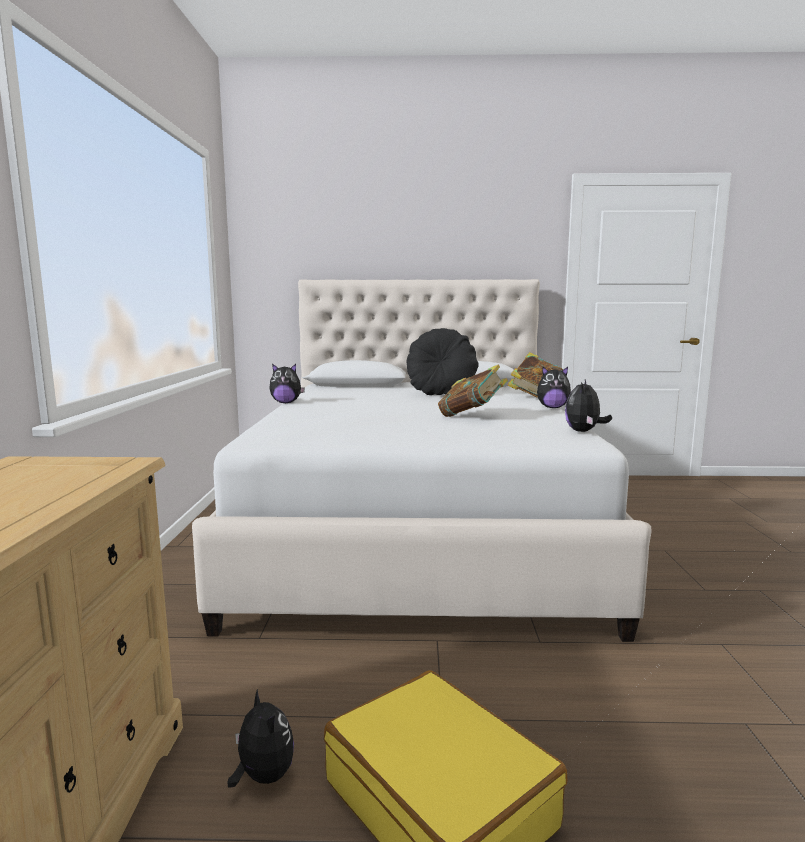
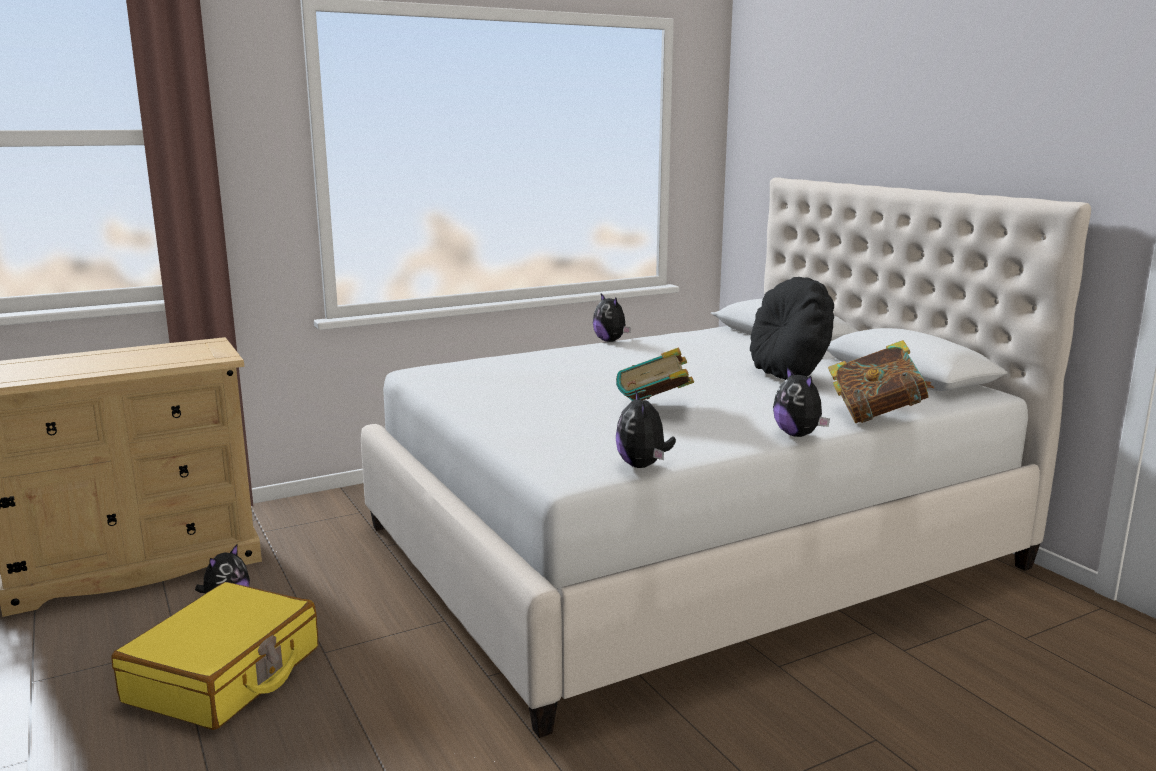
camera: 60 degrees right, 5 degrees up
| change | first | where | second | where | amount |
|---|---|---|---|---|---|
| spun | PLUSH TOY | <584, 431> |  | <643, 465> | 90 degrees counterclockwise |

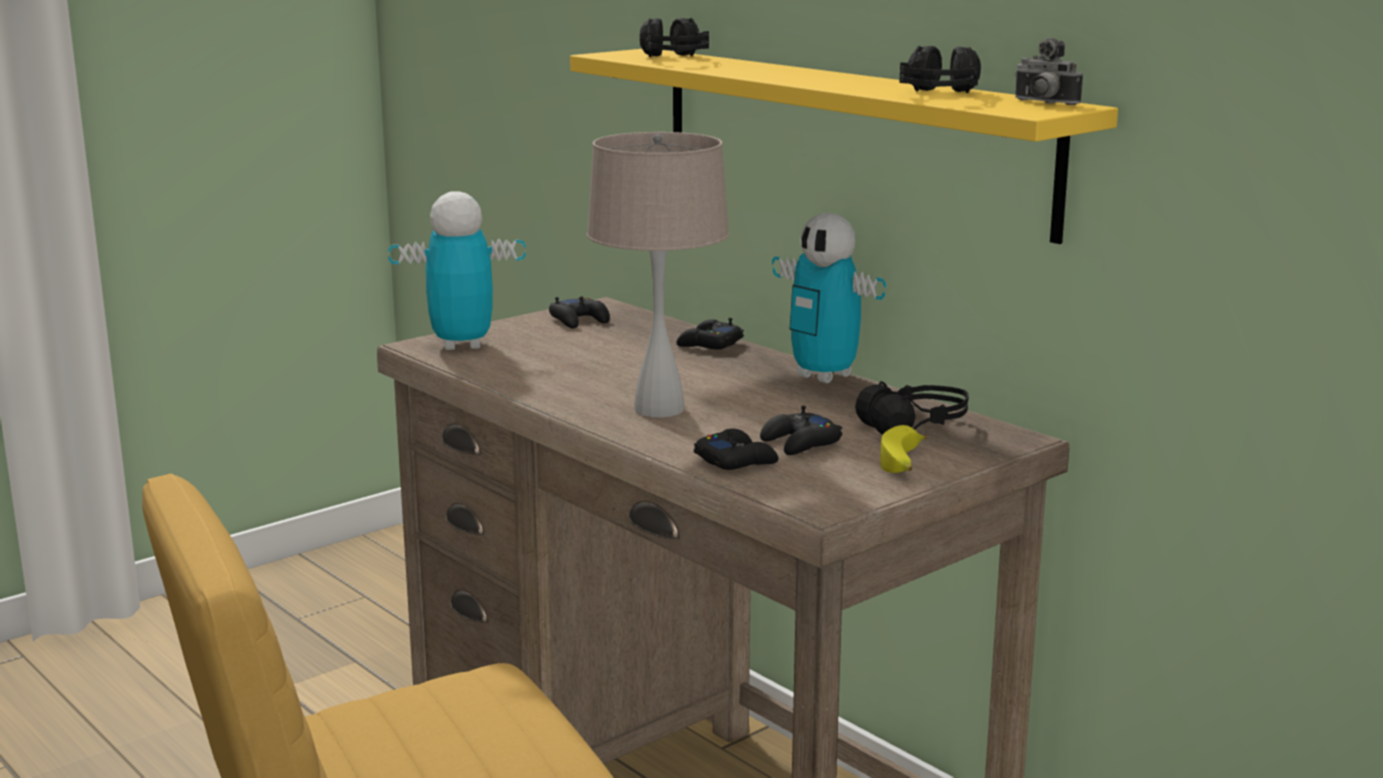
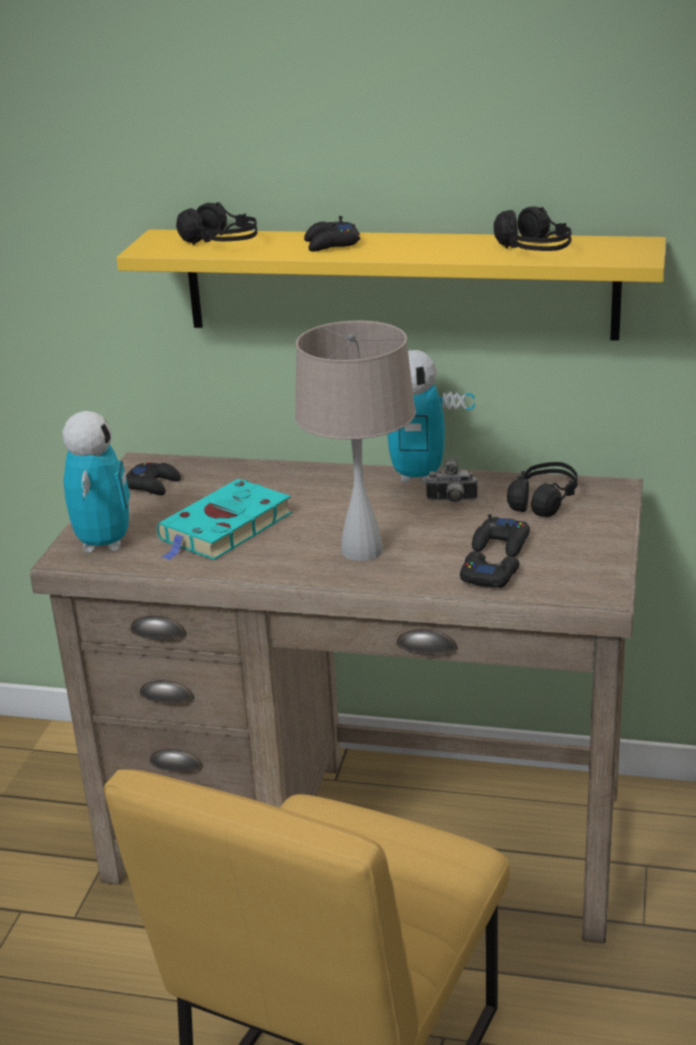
camera: 35 degrees left, 10 degrees up
| change | first | where | second | where | amount |
|---|---|---|---|---|---|
| spun | TOY ROBOT | <461, 345> |  | <104, 544> | 135 degrees clockwise |
| appeared |  |  | TURQUOISE BOOK | <224, 528> |  |
| relocated | BLACK GAME CONTROLLER | <709, 344> |  | <331, 244> |  |
| relocated | PHOTO CAMERA | <1043, 103> |  | <451, 501> |  |
| missing | BANANA | <904, 464> |  |  |  |

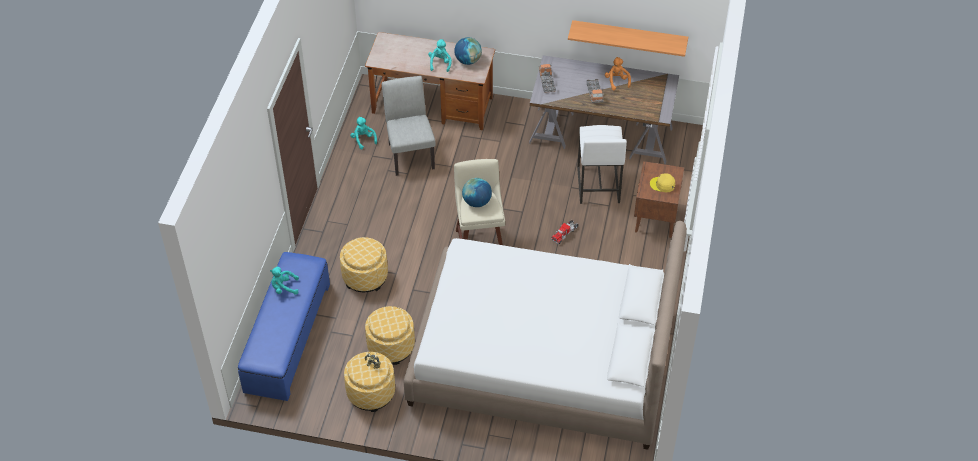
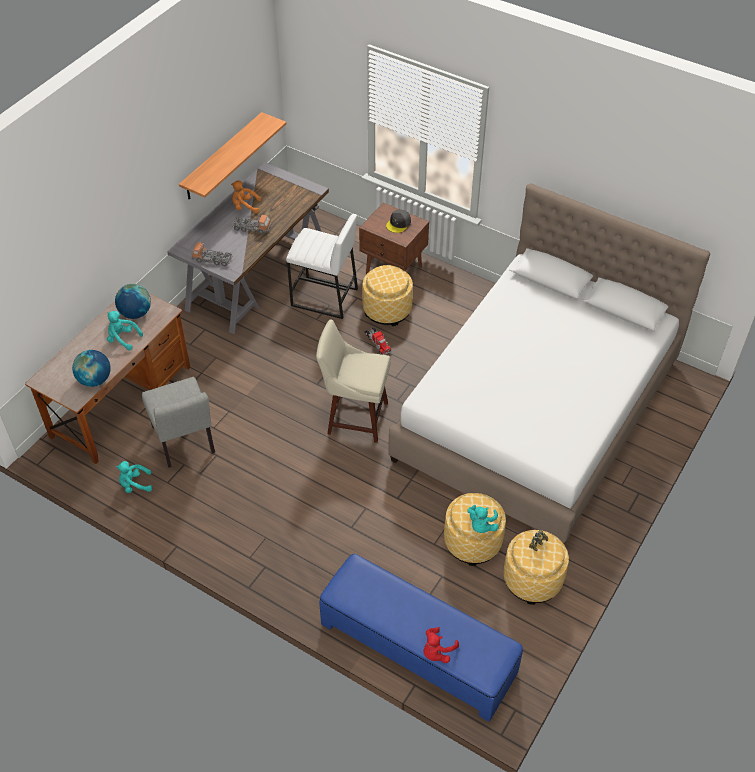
camera: 70 degrees left, 0 degrees up
| change | first | where | second | where | amount |
|---|---|---|---|---|---|
| relocated | GLOBE | <477, 202> |  | <95, 380> |  |
| spun | GREY CHAIR | <410, 153> |  | <185, 443> | 120 degrees counterclockwise |
| relocated | OTTOMAN | <365, 276> |  | <387, 309> |  |
| colour | YELLOW CAP | <662, 185> | GREY CAP | <398, 224> |  |
| appeared |  |  | RED PLUSH TOY | <437, 652> |  |
| relocated | TURQUOISE PLUSH TOY | <284, 288> |  | <481, 525> |  |

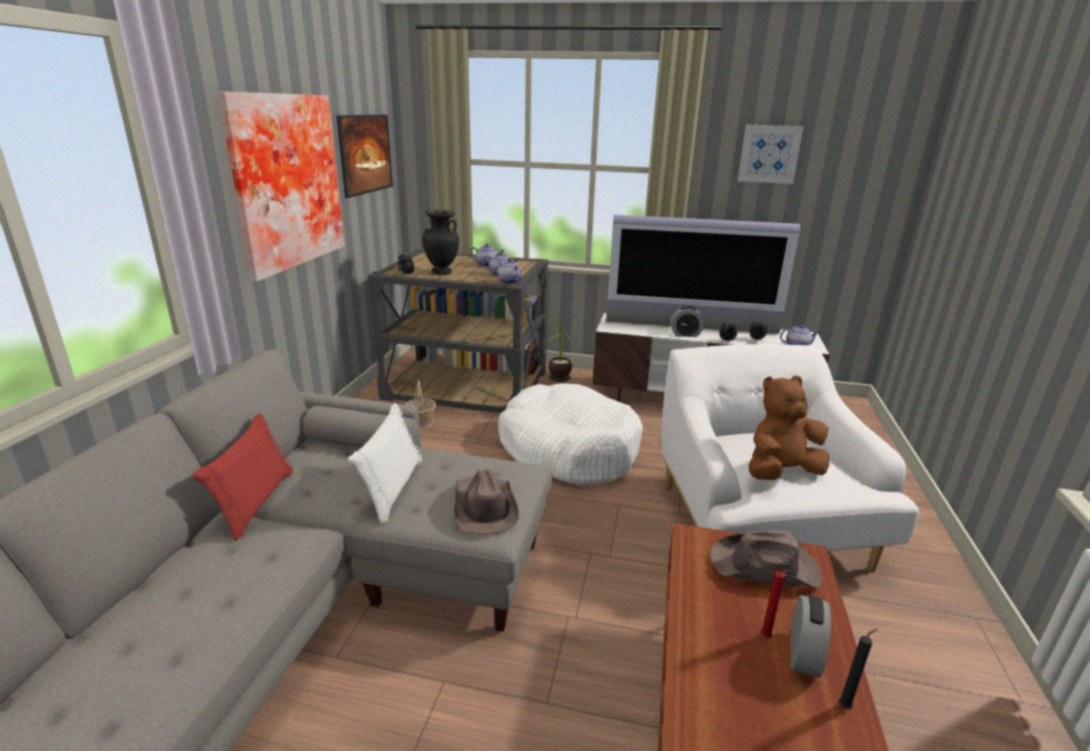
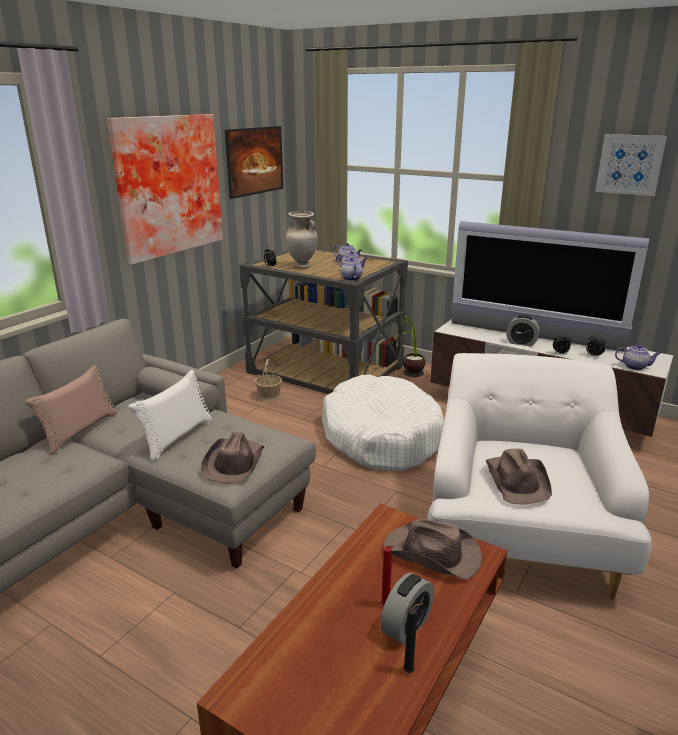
camera: 20 degrees right, 0 degrees up
| change | first | where | second | where | amount |
|---|---|---|---|---|---|
| colour | RED PILLOW | <255, 503> | BEIGE PILLOW | <79, 431> |  |
| colour | BLACK VASE | <442, 272> | BEIGE VASE | <302, 266> |  |
| exchanged | BROWN PLUSH TOY | <780, 472> | BROWN HAT | <517, 480> |  |

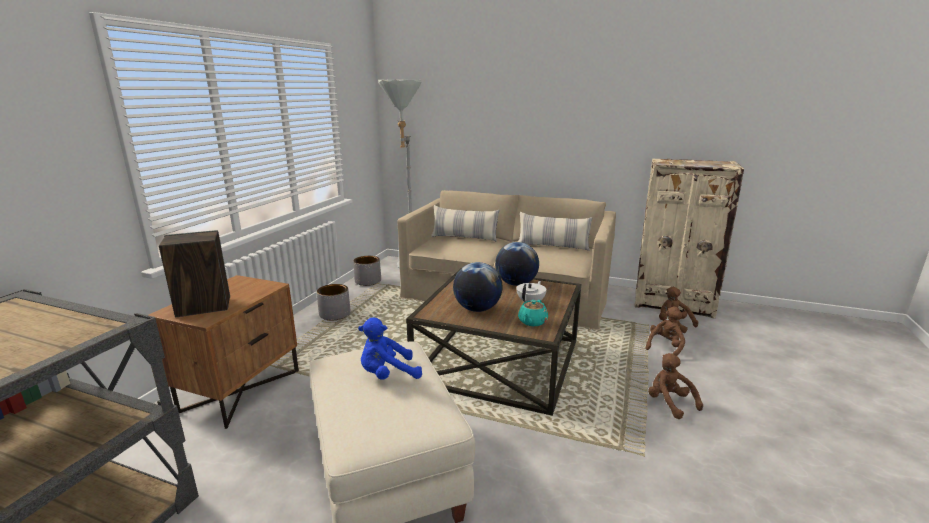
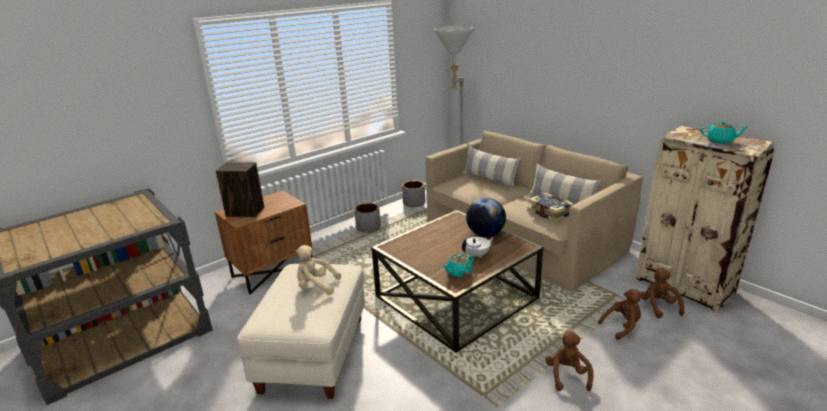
camera: 30 degrees right, 5 degrees up
| change | first | where | second | where | amount |
|---|---|---|---|---|---|
| colour | BLUE PLUSH TOY | <387, 375> | BEIGE PLUSH TOY | <316, 286> |  |
| appeared |  |  | BOOK | <550, 213> |  |
| appeared |  |  | TURQUOISE TEAPOT | <720, 141> |  |
| missing | GLOBE | <477, 309> |  |  |  |

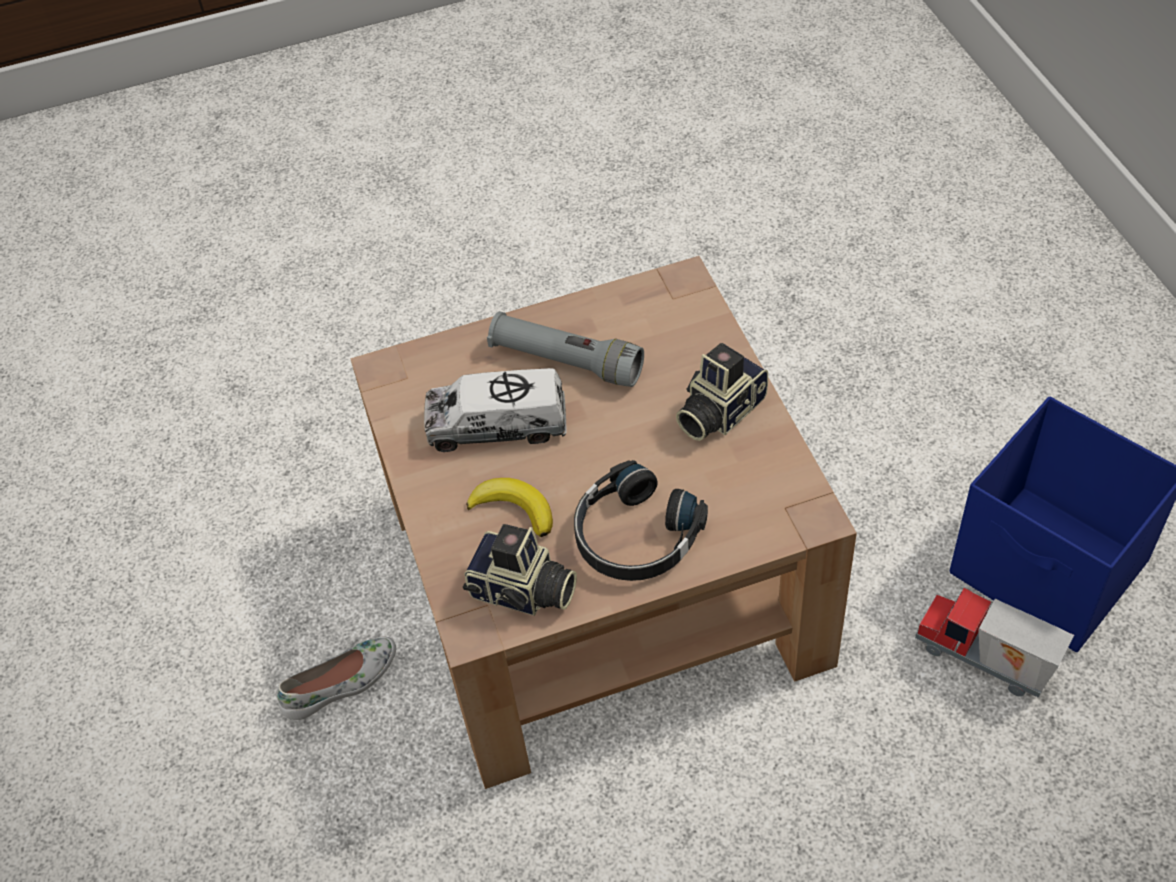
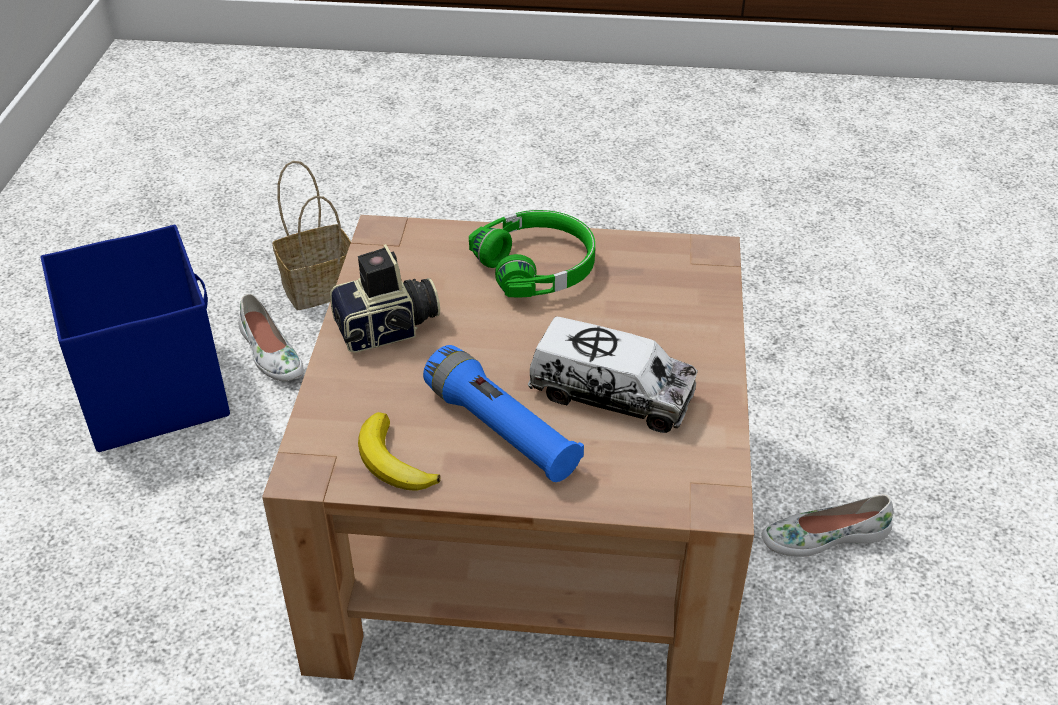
camera: 160 degrees left, 10 degrees down
| change | first | where | second | where | amount |
|---|---|---|---|---|---|
| exchanged | TOY TRUCK | <983, 662> | WHITE SHOE | <270, 353> |  |
| appeared |  |  | BASKET | <321, 286> |  |
| relocated | BANANA | <514, 509> |  | <393, 461> |  |
| colour | GREY FLASHLIGHT | <566, 361> | BLUE FLASHLIGHT | <501, 430> |  |
| colour | BLACK HEADPHONES | <634, 536> | GREEN HEADPHONES | <538, 266> |  |
| missing | PHOTO CAMERA | <523, 593> |  |  |  |

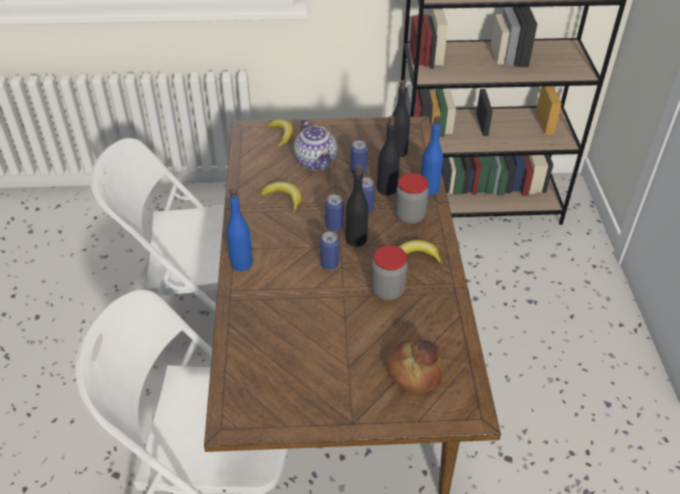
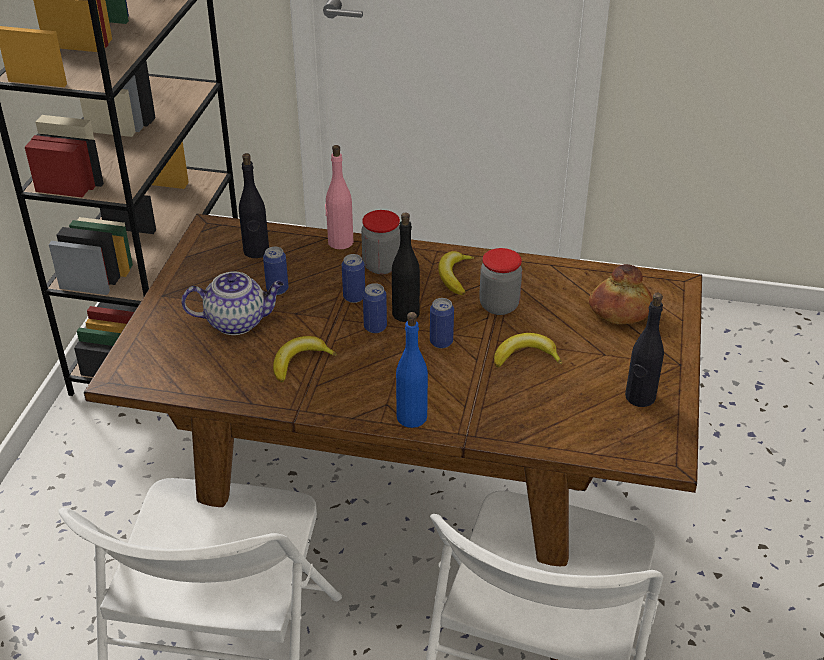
camera: 75 degrees left, 5 degrees down
| change | first | where | second | where | amount |
|---|---|---|---|---|---|
| colour | BLUE BOTTLE | <429, 189> | PINK BOTTLE | <340, 242> |  |
| relocated | BANANA | <281, 136> |  | <525, 357> |  |
| relocated | BLACK BOTTLE | <386, 189> |  | <640, 397> |  |

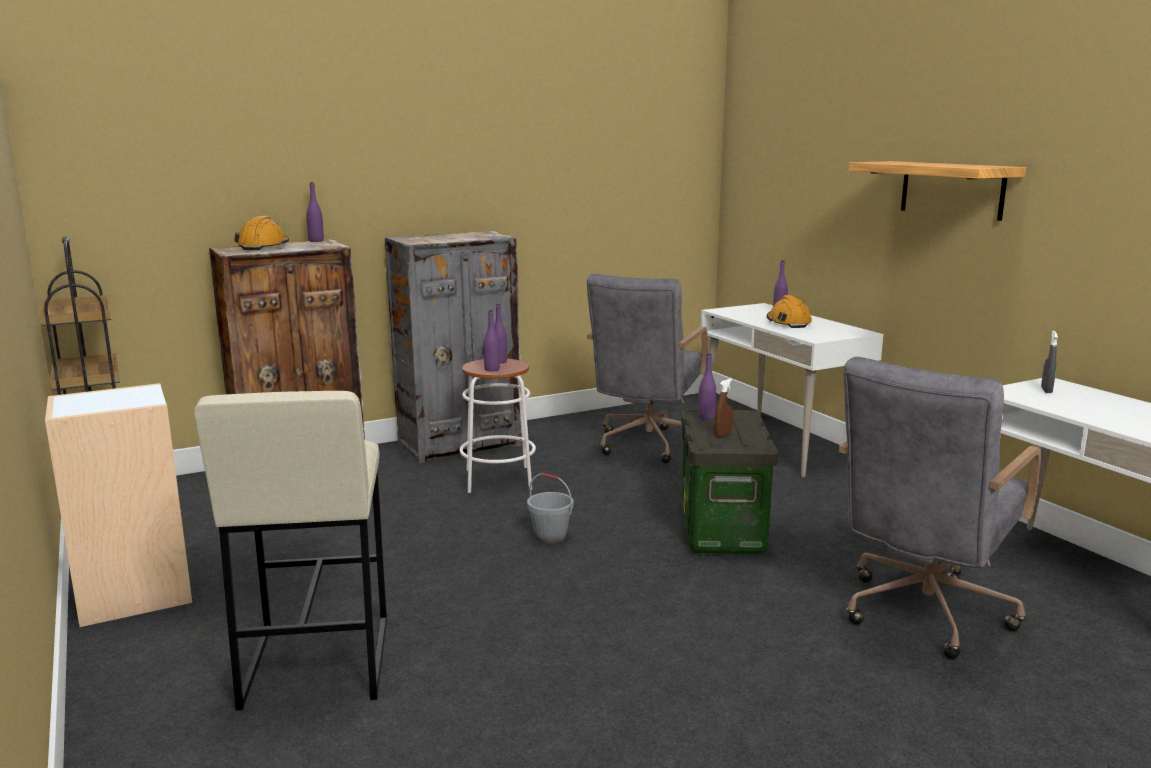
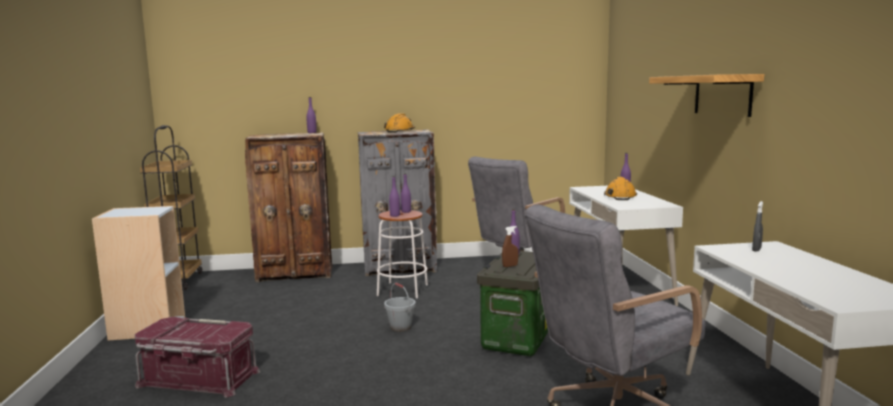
camera: 20 degrees right, 5 degrees down
| change | first | where | second | where | amount |
|---|---|---|---|---|---|
| exchanged | BEIGE STOOL | <316, 665> | RED STORAGE BOX | <197, 379> |  |
| relocated | ORANGE HARD HAT | <263, 246> |  | <400, 131> |  |

